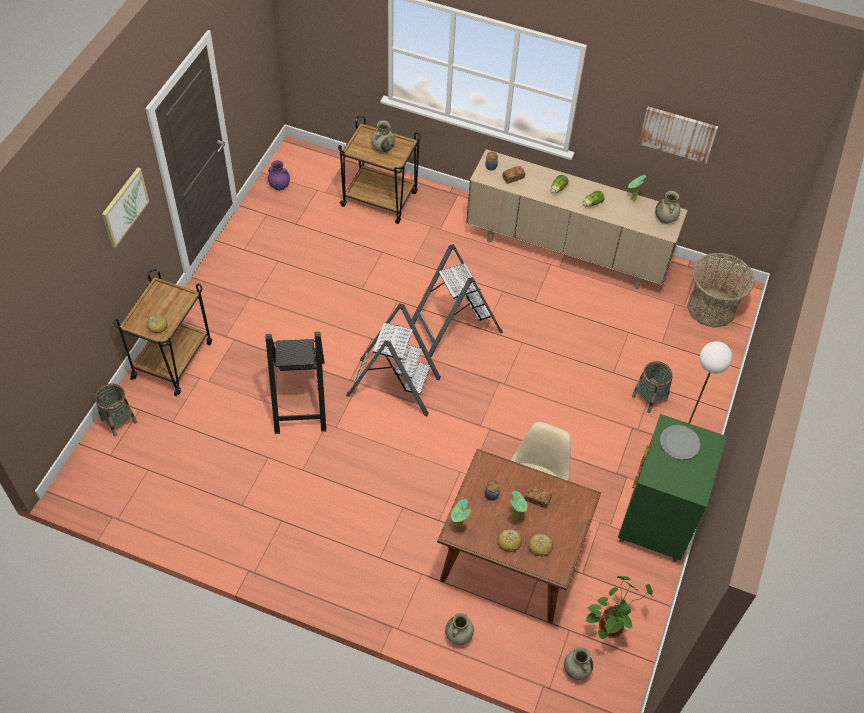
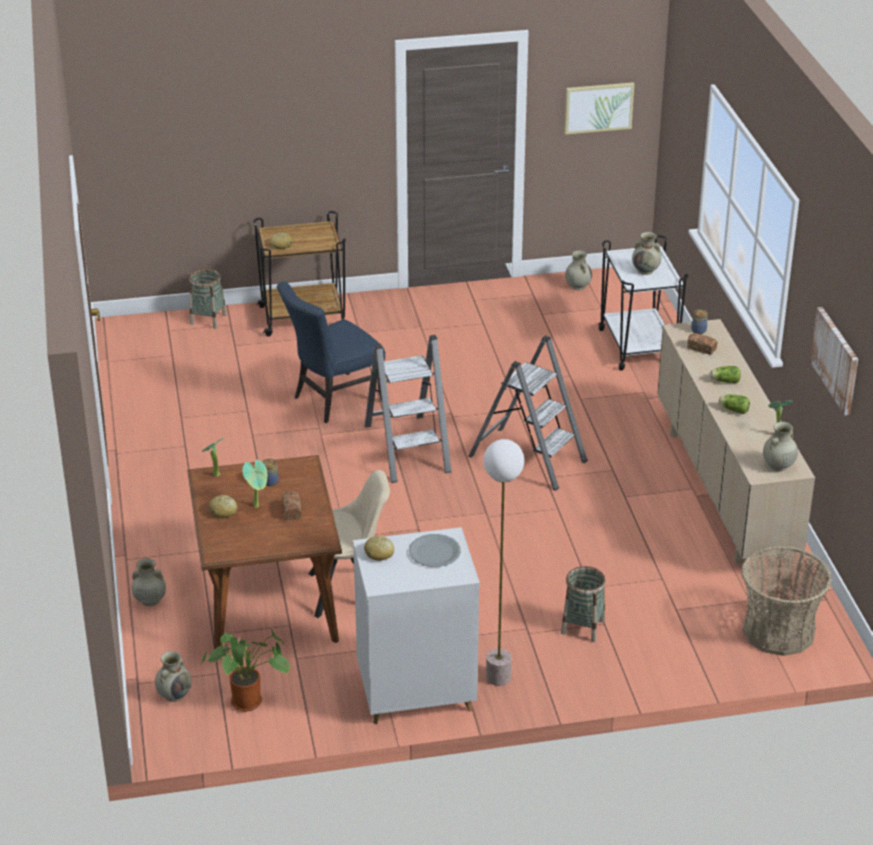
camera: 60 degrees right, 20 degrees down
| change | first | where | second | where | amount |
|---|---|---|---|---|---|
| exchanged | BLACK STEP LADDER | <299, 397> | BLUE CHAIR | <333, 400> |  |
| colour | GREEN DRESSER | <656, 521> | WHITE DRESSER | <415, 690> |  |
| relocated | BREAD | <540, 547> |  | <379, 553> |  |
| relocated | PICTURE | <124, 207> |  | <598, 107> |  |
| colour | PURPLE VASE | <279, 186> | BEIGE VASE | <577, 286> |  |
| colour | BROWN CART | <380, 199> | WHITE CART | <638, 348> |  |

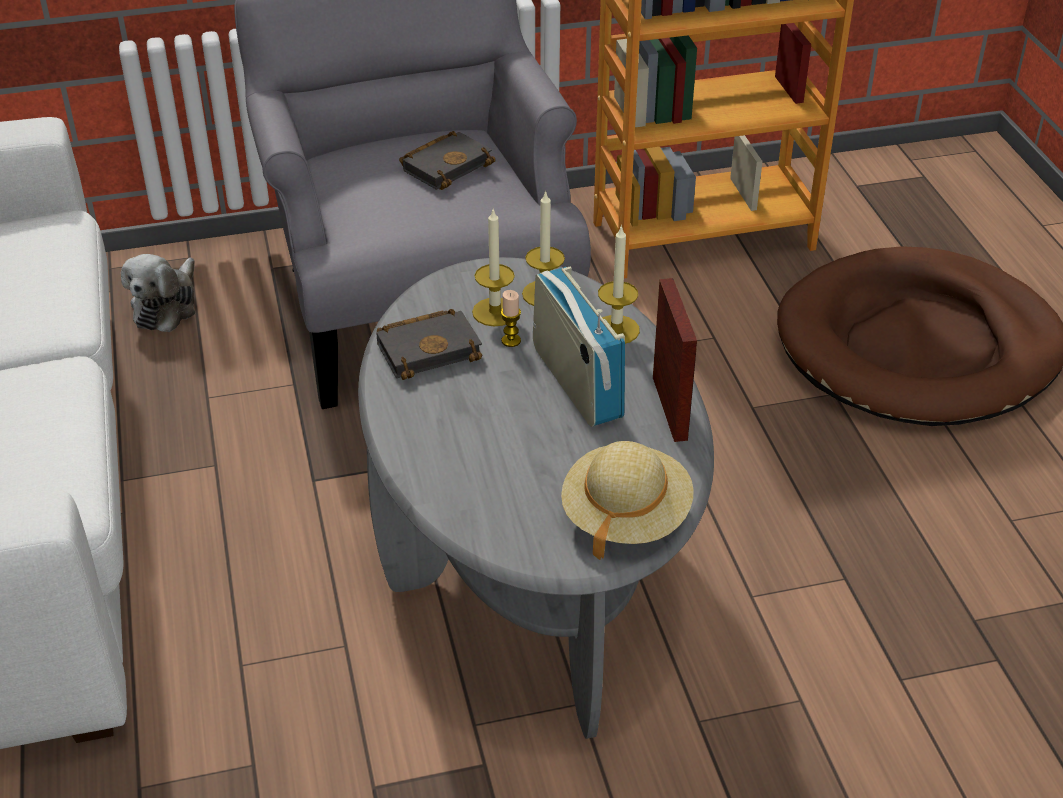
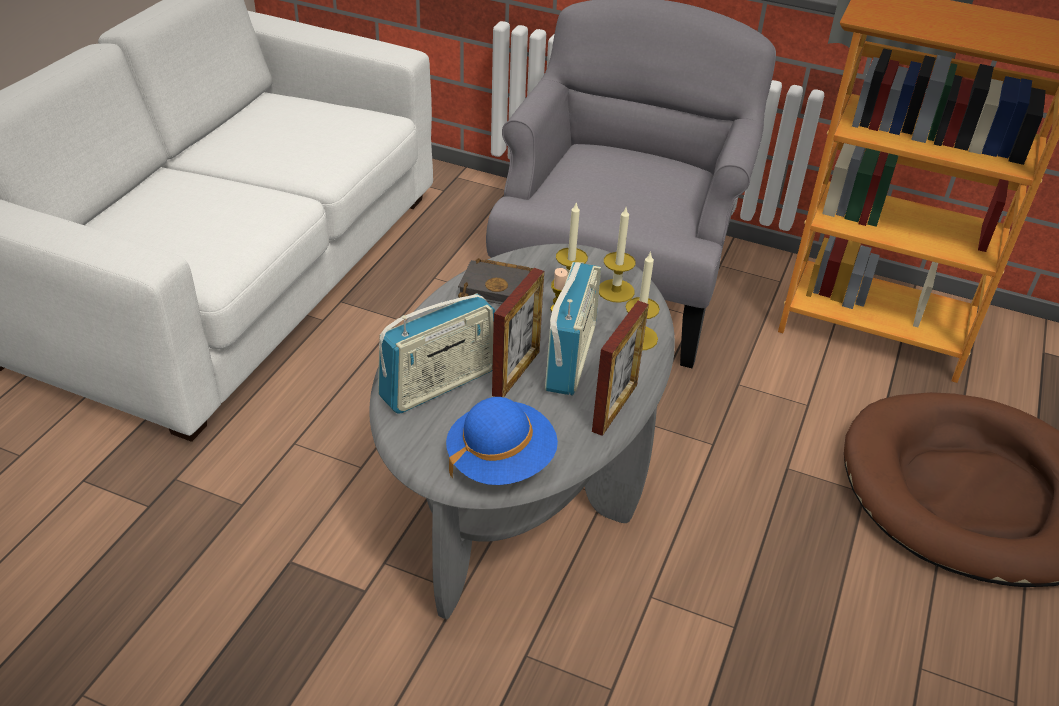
camera: 35 degrees right, 0 degrees up
| change | first | where | second | where | amount |
|---|---|---|---|---|---|
| appeared |  |  | RADIO | <439, 384> |  |
| colour | BEIGE HAT | <625, 516> | BLUE HAT | <501, 460> |  |
| appeared |  |  | PICTURE FRAME | <516, 373> |  |
| missing | PLUSH TOY | <167, 306> |  |  |  |
| missing | BLACK BOOK | <447, 165> |  |  |  |

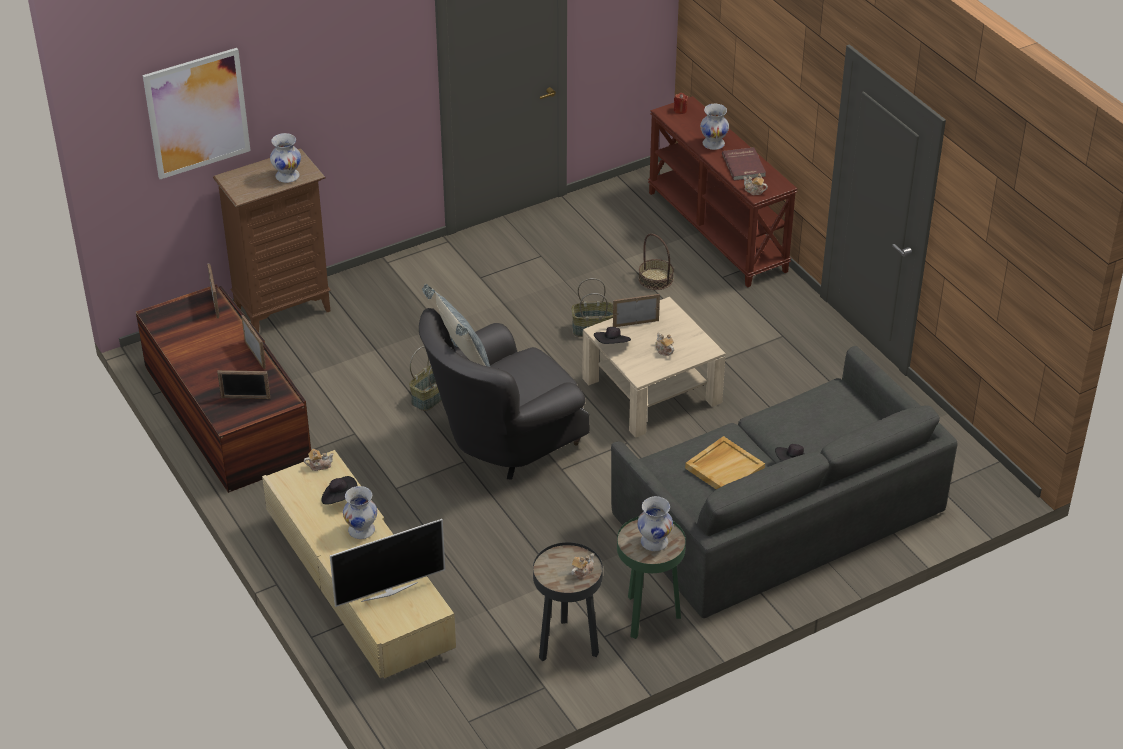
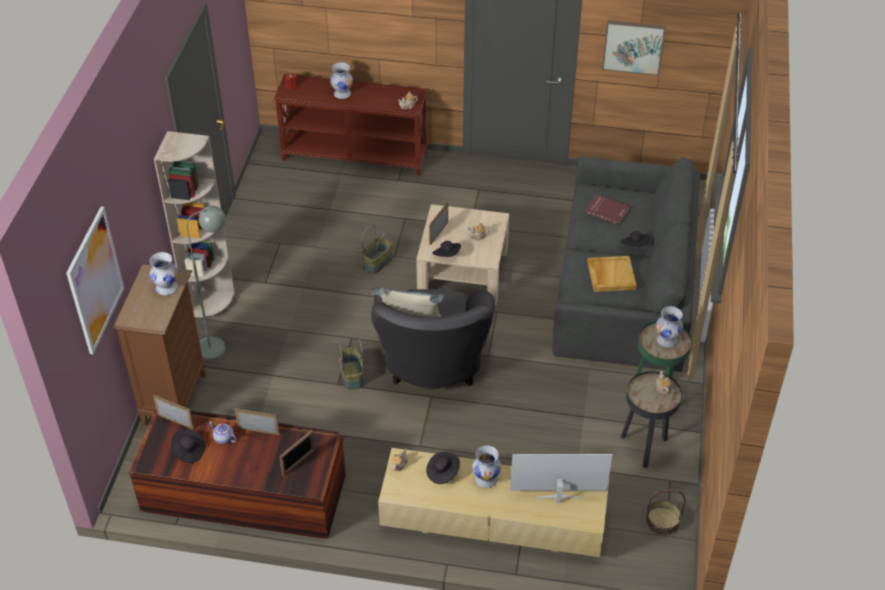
camera: 50 degrees left, 5 degrees up
| change | first | where | second | where | amount |
|---|---|---|---|---|---|
| appeared |  |  | BEIGE BOOKCASE | <210, 307> |  |
| appeared |  |  | BLACK HAT | <188, 451> |  |
| appeared |  |  | GREY FLOOR LAMP | <219, 346> |  |
| appeared |  |  | TEAPOT | <223, 439> |  |
| spun | TELEVISION | <389, 591> |  | <558, 499> | 105 degrees counterclockwise |
| relocated | RED BOOK | <744, 166> |  | <607, 210> |  |
| appeared |  |  | PICTURE | <633, 47> |  |
| relocated | BASKET | <656, 279> |  | <663, 521> |  |

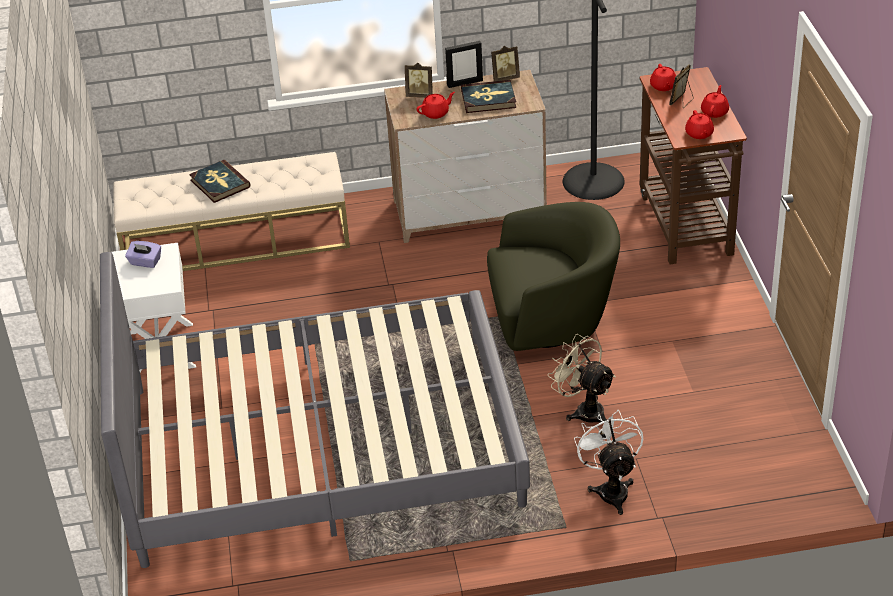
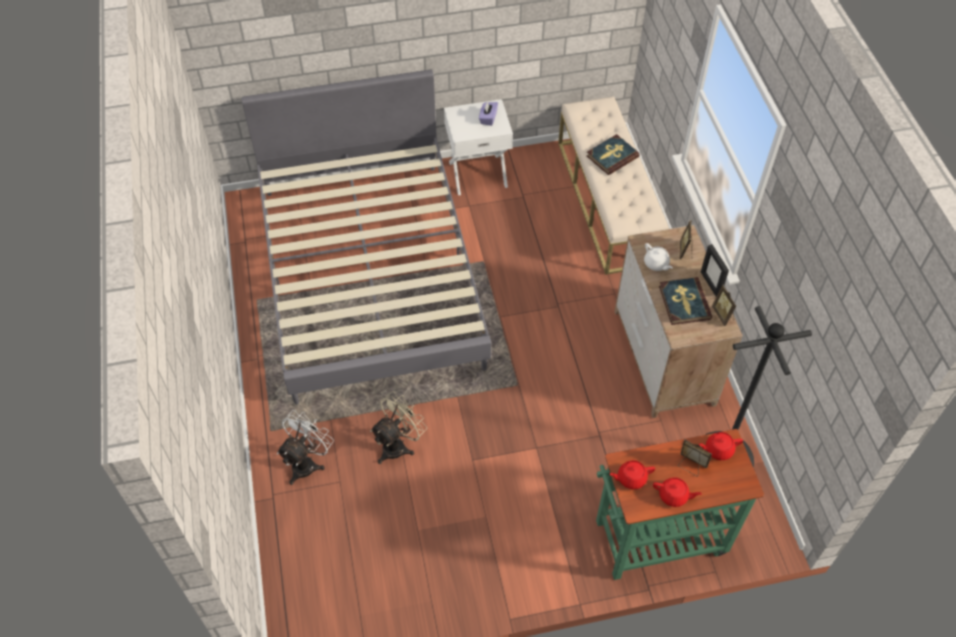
camera: 85 degrees right, 15 degrees up
| change | first | where | second | where | amount |
|---|---|---|---|---|---|
| spun | WHITE FAN | <611, 489> |  | <307, 462> | 45 degrees counterclockwise |
| colour | BROWN CART | <686, 226> | GREEN CART | <658, 539> |  |
| colour | RED TEAPOT | <436, 113> | WHITE TEAPOT | <656, 264> |  |
| missing | GREEN ARMCHAIR | <552, 320> |  |  |  |

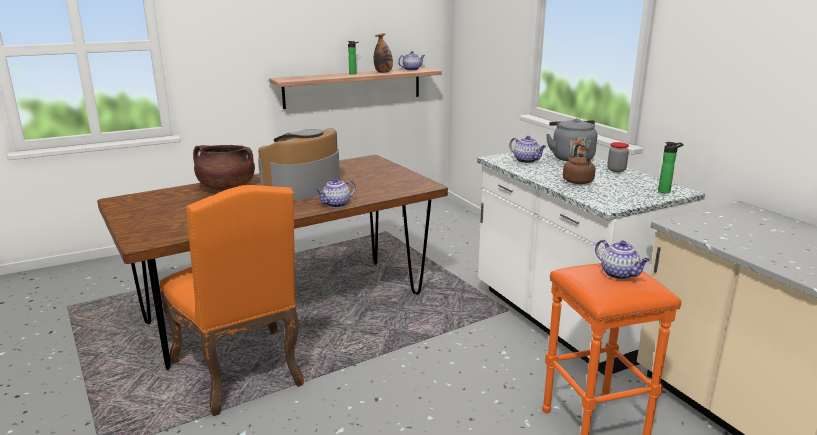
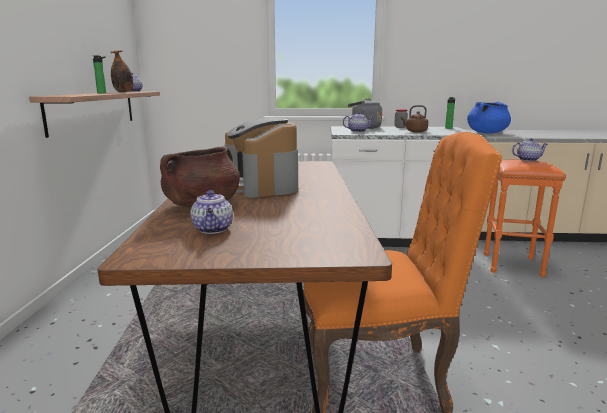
camera: 60 degrees left, 5 degrees down
| change | first | where | second | where | amount |
|---|---|---|---|---|---|
| relocated | TEAPOT | <336, 204> |  | <213, 229> |  |
| appeared |  |  | BLUE COOKING POT | <487, 133> |  |

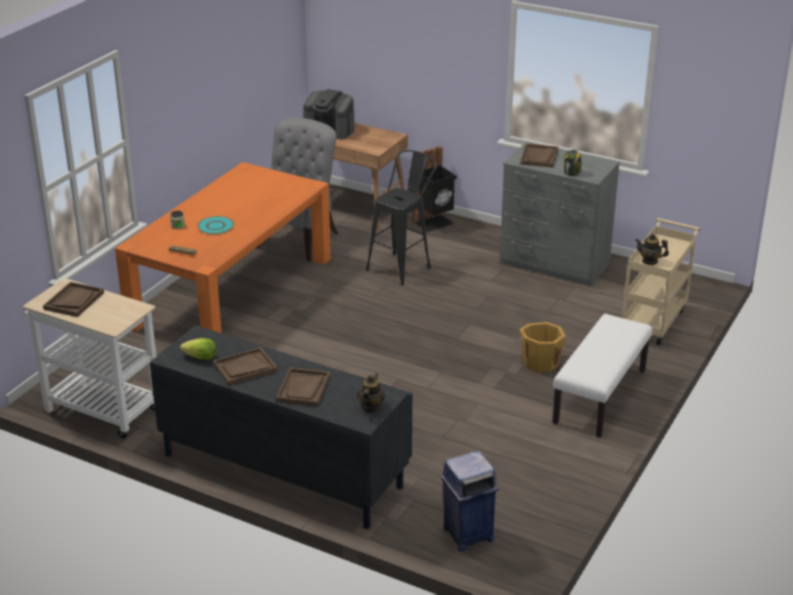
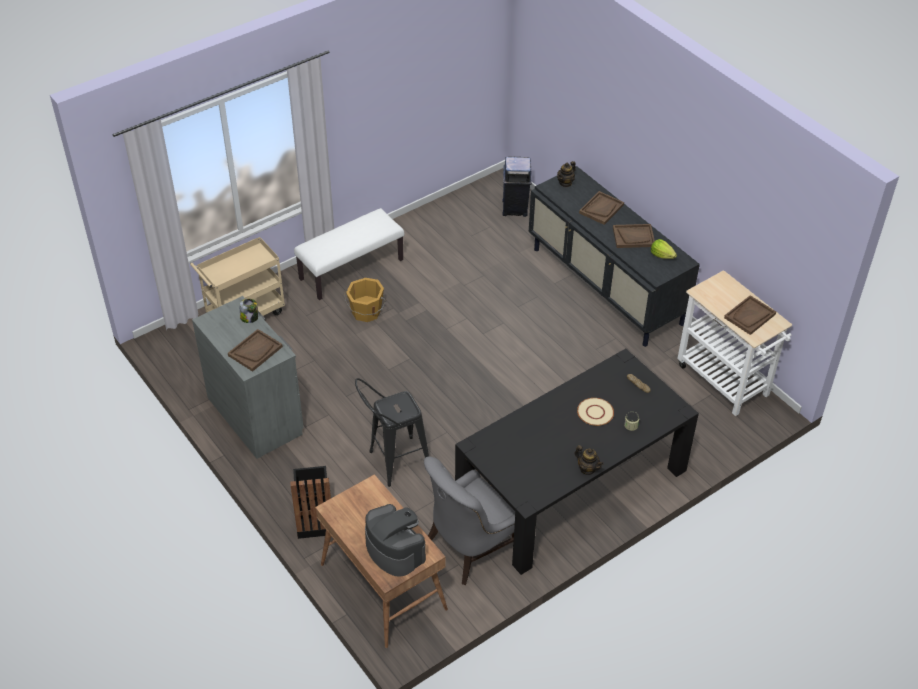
camera: 155 degrees left, 15 degrees up
| change | first | where | second | where | amount |
|---|---|---|---|---|---|
| colour | ORANGE DINING TABLE | <232, 292> | BLACK DINING TABLE | <571, 486> |  |
| relocated | TEAPOT | <650, 261> |  | <587, 469> |  |
| colour | TURQUOISE PLATE | <216, 226> | BEIGE PLATE | <595, 412> |  |

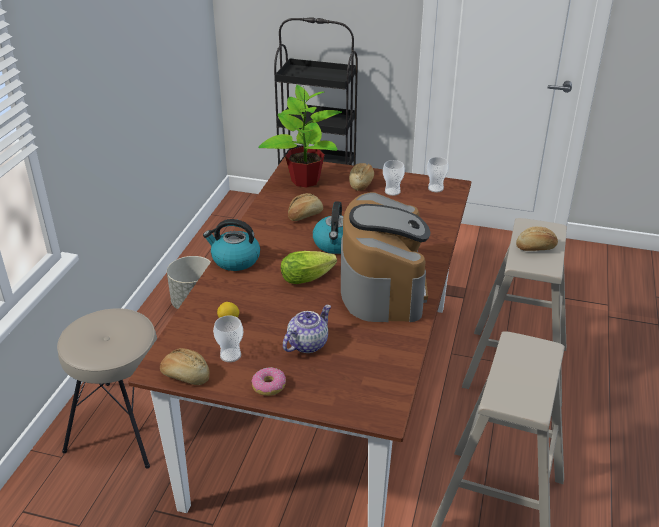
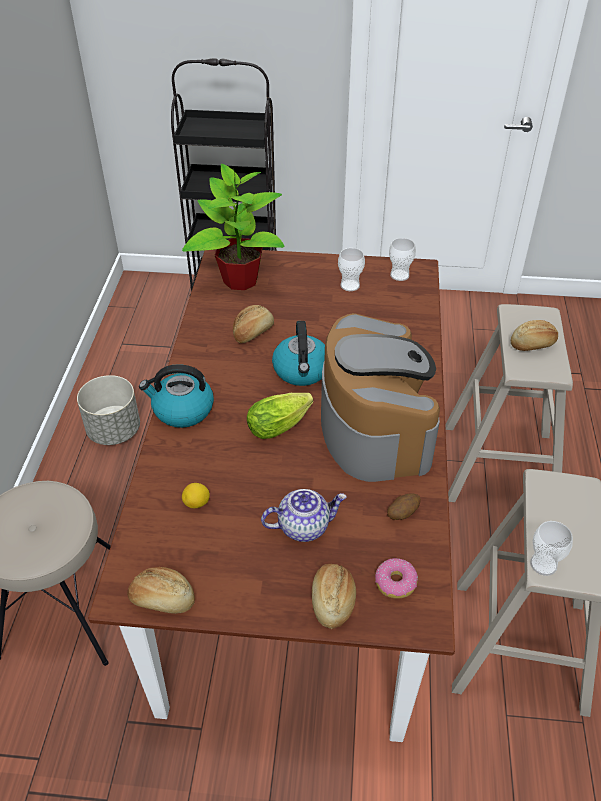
camera: 10 degrees left, 10 degrees up
| change | first | where | second | where | amount |
|---|---|---|---|---|---|
| spun | TEAPOT | <307, 343> |  | <304, 526> | 45 degrees clockwise |
| relocated | BREAD | <361, 183> |  | <333, 601> |  |
| relocated | DONUT | <269, 386> |  | <395, 582> |  |
| appeared |  |  | POTATO | <402, 513> |  |
| relocated | CUP | <230, 355> |  | <543, 564> |  |

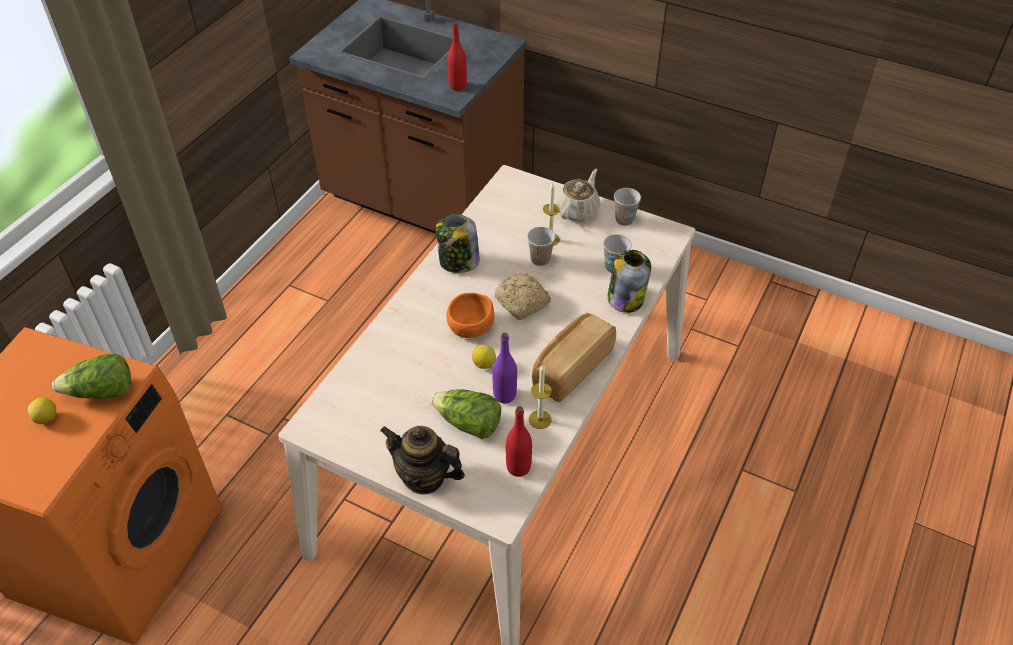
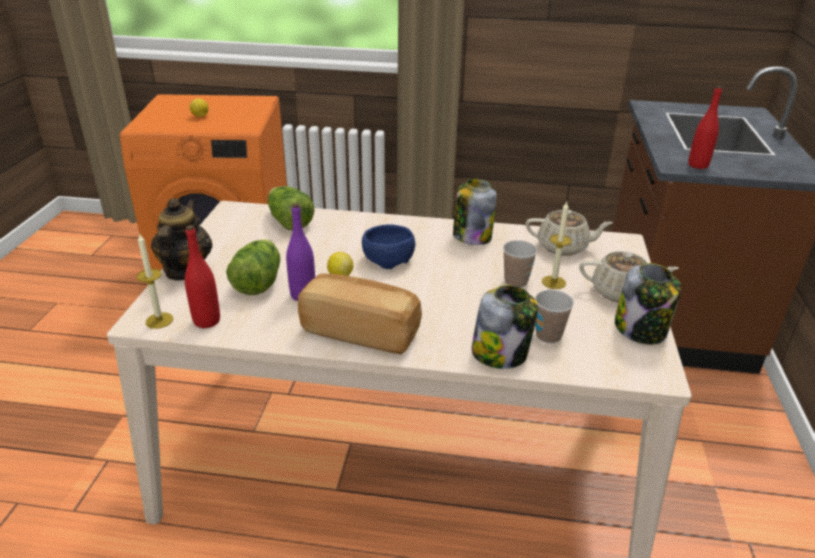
camera: 70 degrees right, 15 degrees down
| change | first | where | second | where | amount |
|---|---|---|---|---|---|
| relocated | CANDLE | <540, 419> |  | <159, 320> |  |
| relocated | LETTUCE | <102, 392> |  | <289, 221> |  |
| colour | ORANGE BOWL | <470, 326> | BLUE BOWL | <387, 258> |  |
| appeared |  |  | BEIGE TEAPOT | <563, 247> |  |
| exchanged | CUP | <624, 220> | JAR | <641, 330> |  |
| missing | BREAD | <522, 303> |  |  |  |

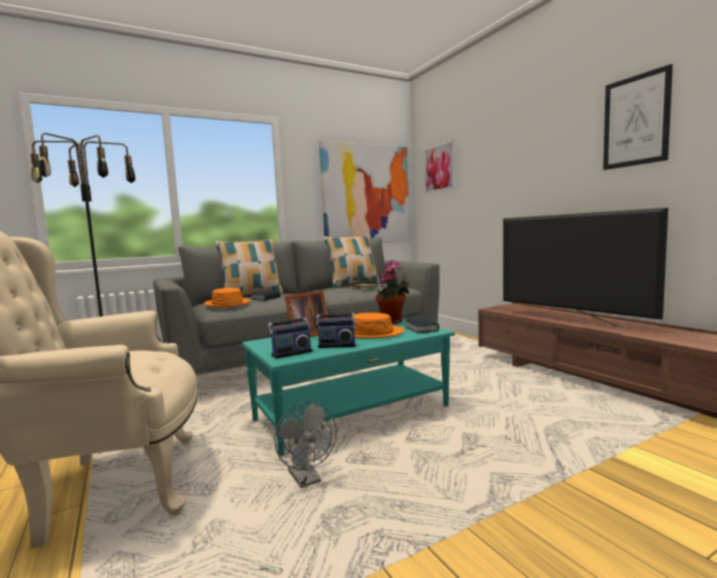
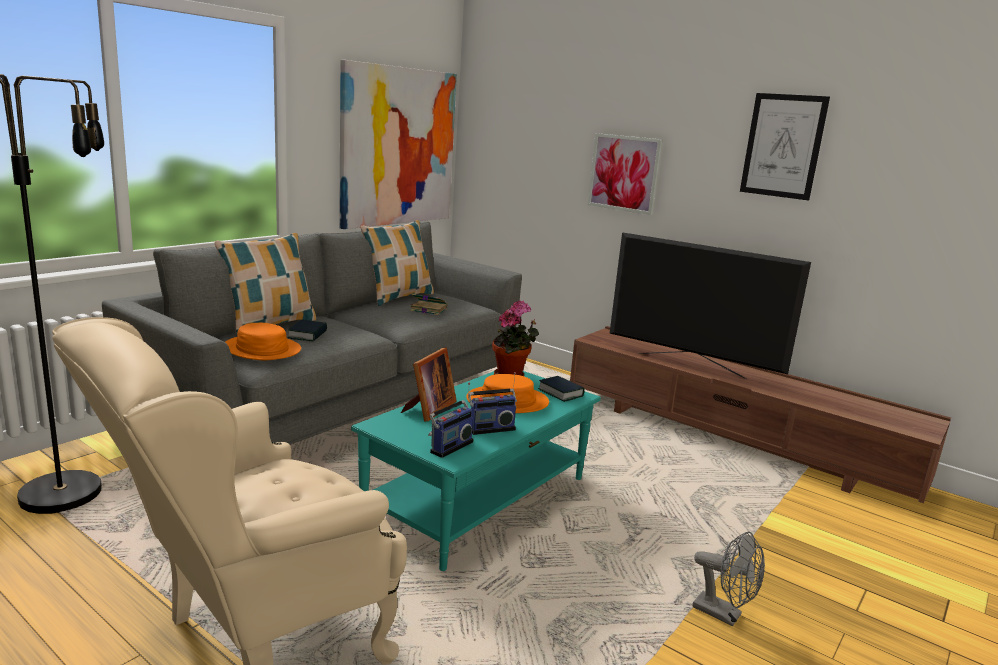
camera: 25 degrees left, 10 degrees up
| change | first | where | second | where | amount |
|---|---|---|---|---|---|
| relocated | PICTURE | <439, 168> |  | <624, 173> |  |
| relocated | GREY FAN | <307, 479> |  | <724, 614> |  |

